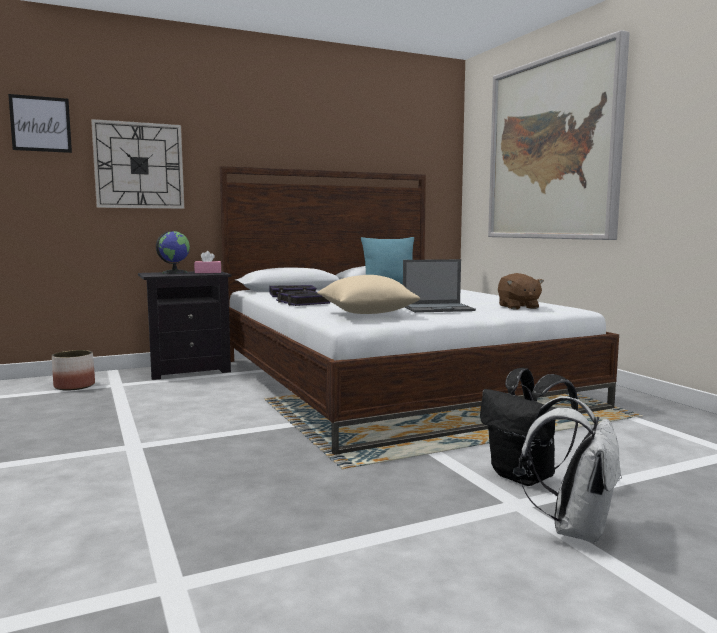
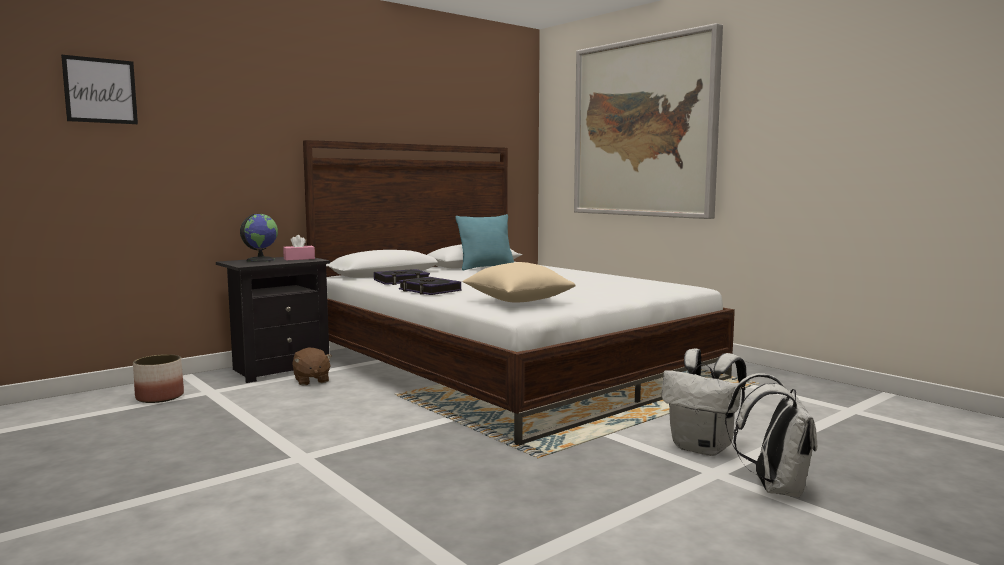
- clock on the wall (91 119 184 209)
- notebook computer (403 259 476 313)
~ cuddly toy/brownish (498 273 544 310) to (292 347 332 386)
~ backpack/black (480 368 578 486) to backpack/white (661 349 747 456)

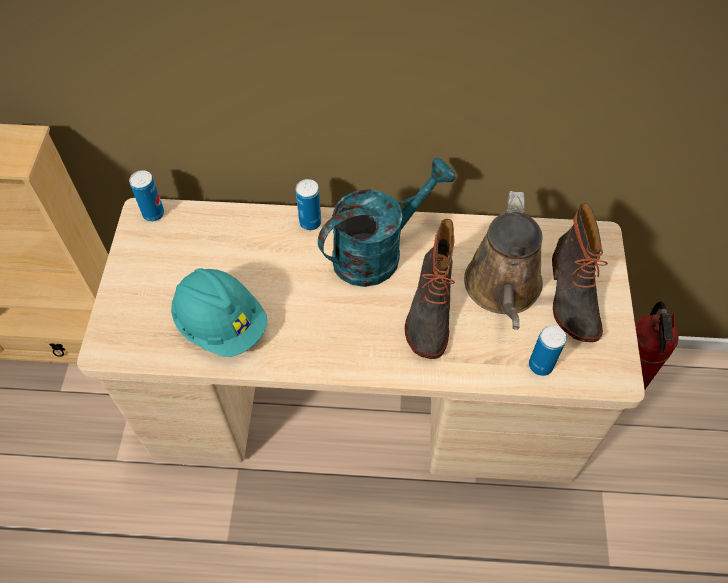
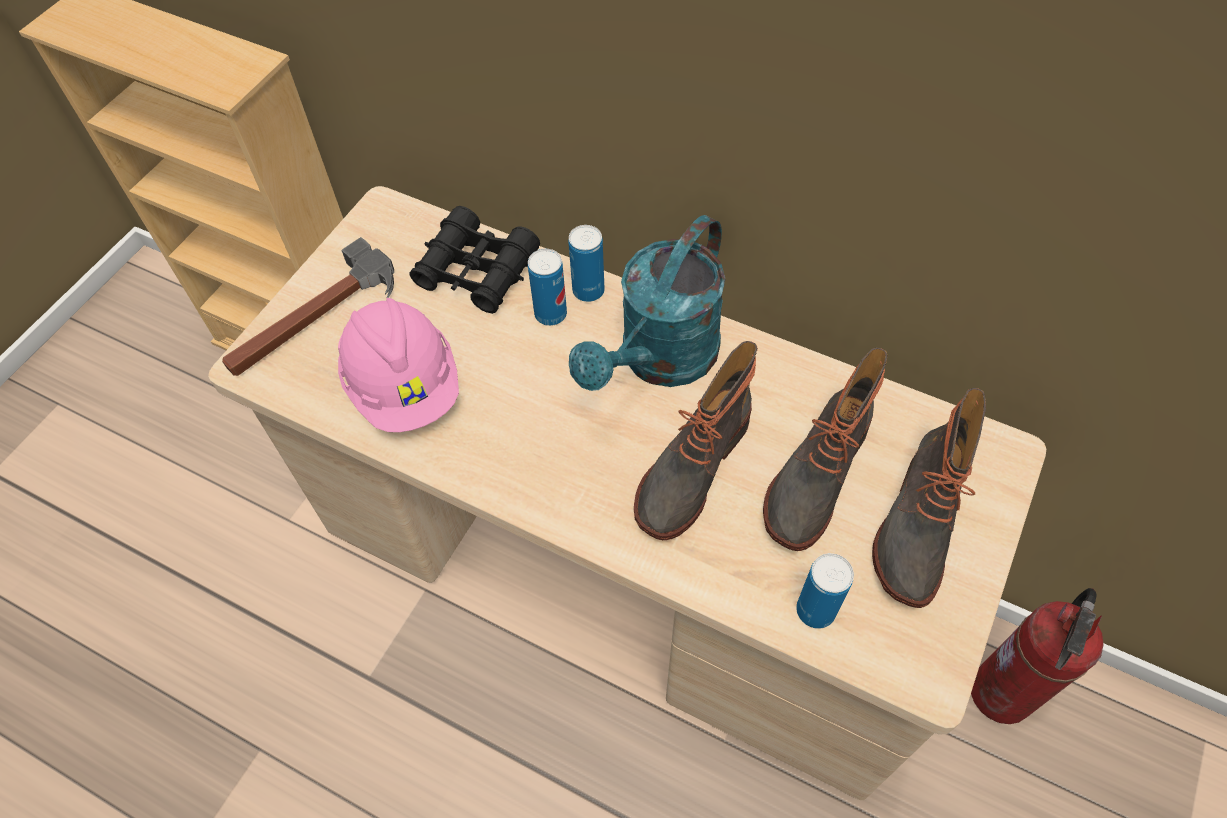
+ tool hammer (222 237 394 376)
+ pair of binoculars/black (410 206 540 314)
~ sealed can (129 170 164 222) to (528 249 567 326)
~ watering pot/brownish (464 191 543 330) to boot (763 348 888 551)
~ work helmet/turquoise (171 269 267 357) to work helmet/pinkish (338 298 459 432)
~ watering pot/turquoise (318 158 456 287) = (569 215 726 391) 135 degrees clockwise

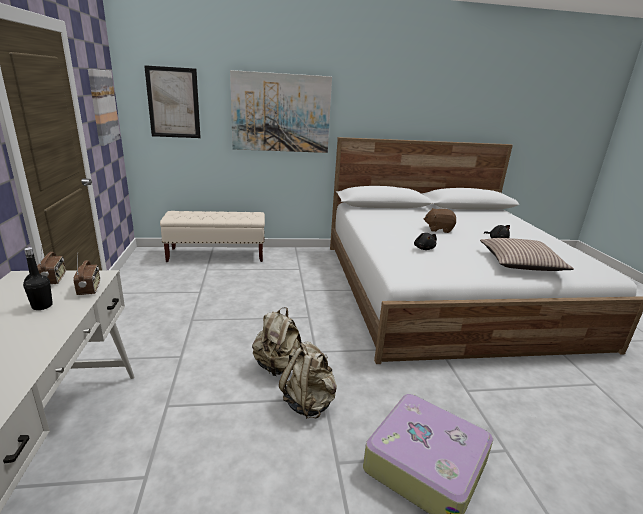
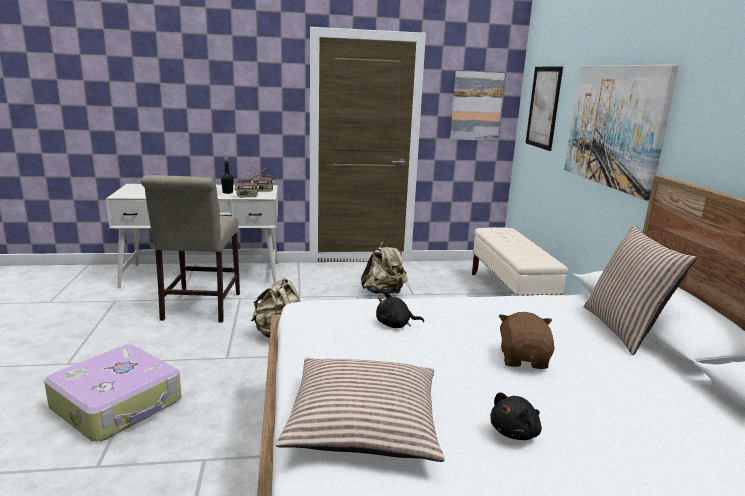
+ chair/beige-coloured (141 175 240 323)
+ throw pillow (584 224 697 355)
~ backpack/beige-coloured (279 342 337 419) to (361 241 408 294)

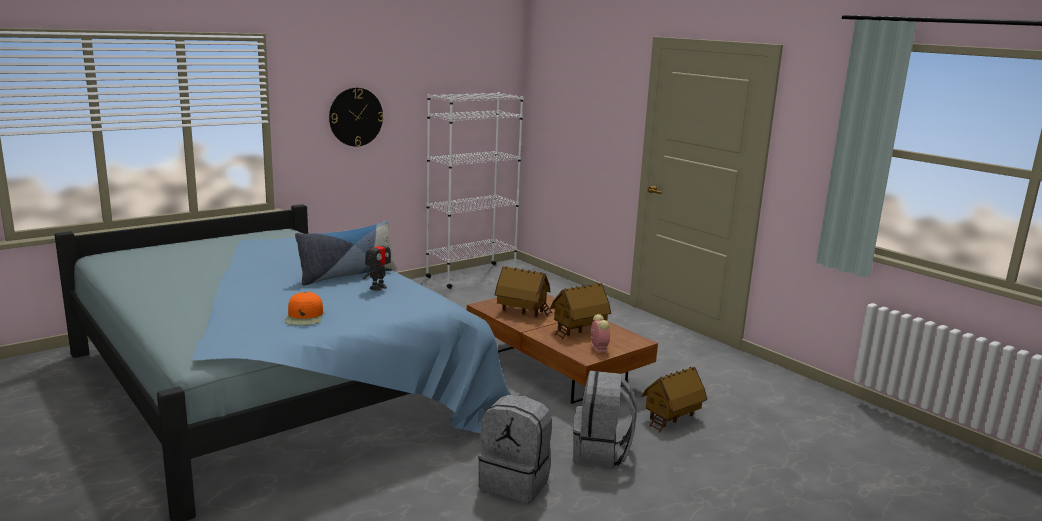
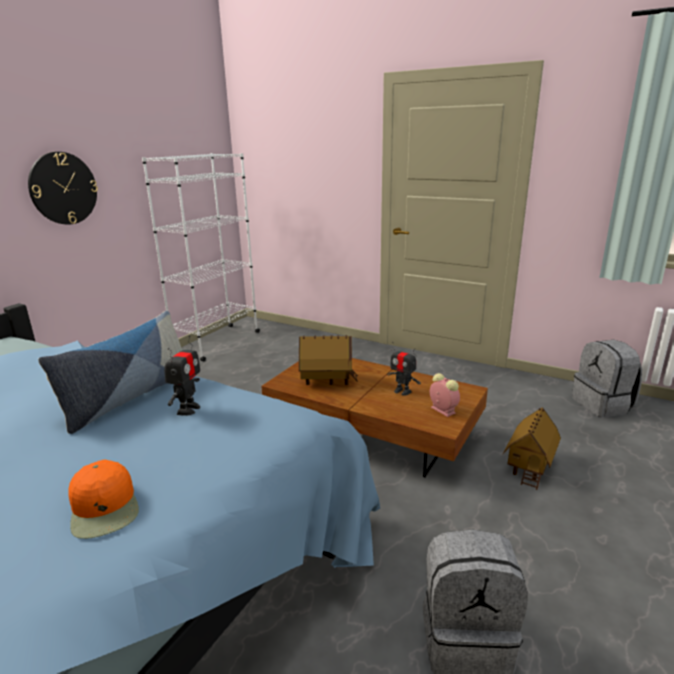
~ backpack/gray (573 371 637 468) to (572 340 642 417)
~ toy house (550 283 611 340) to toy robot (387 341 421 396)

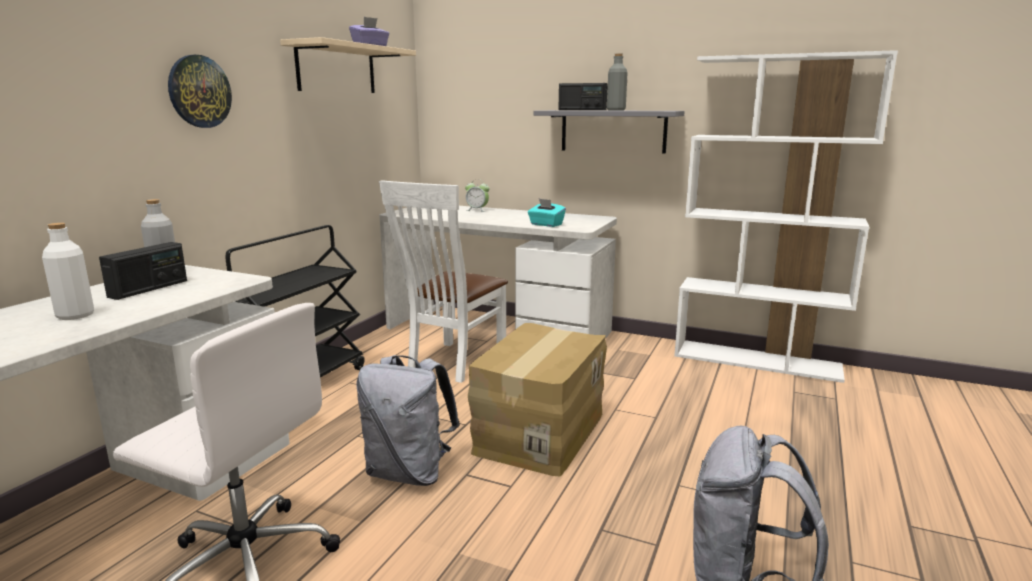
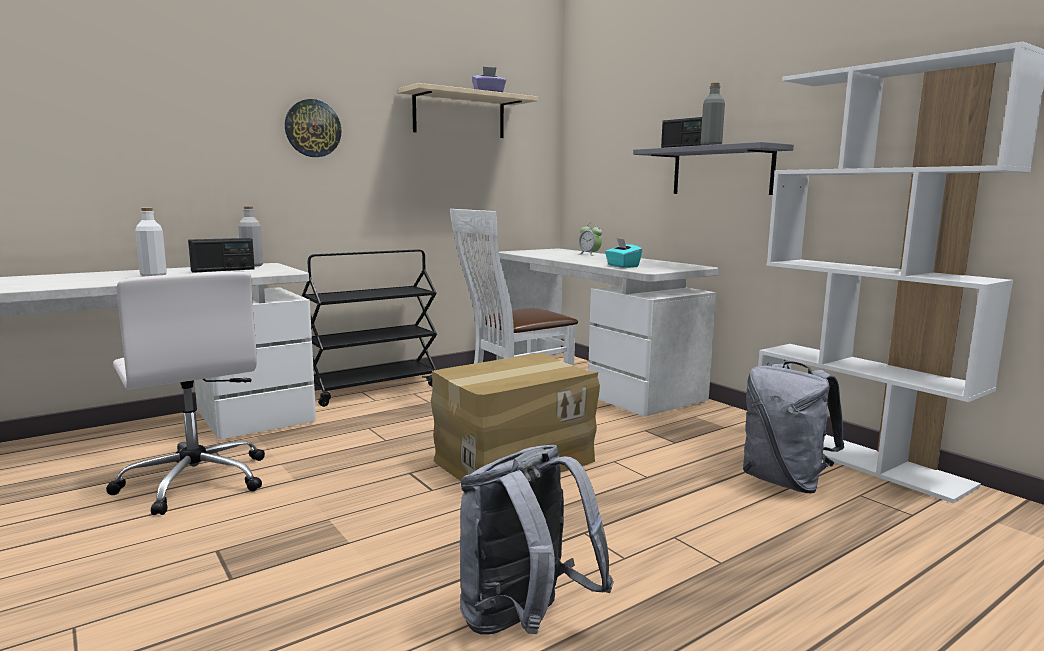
~ backpack/gray (356 355 460 486) to (743 362 844 493)

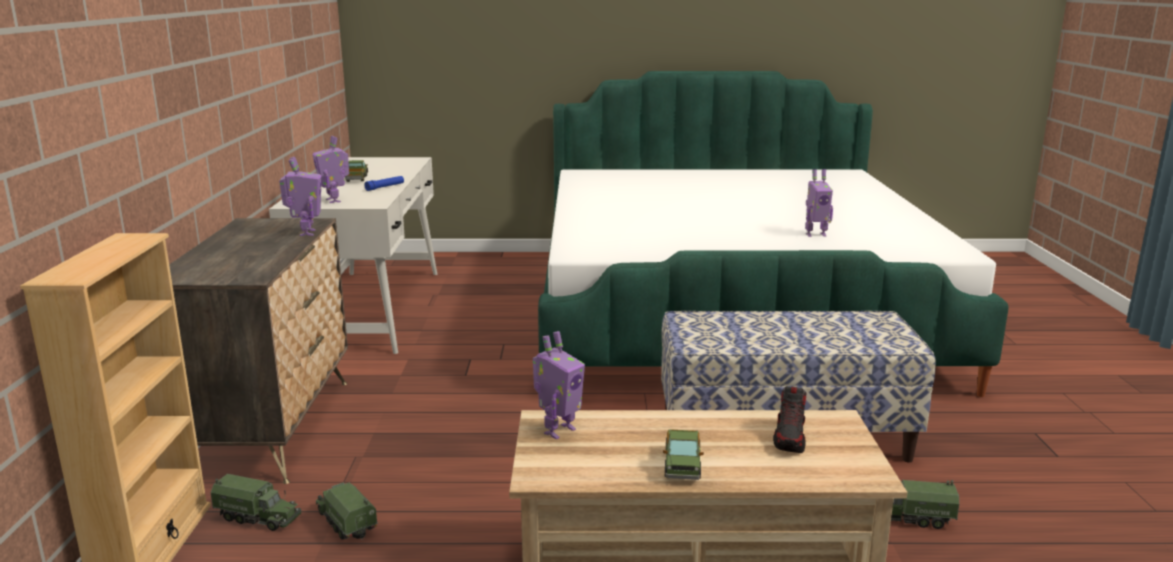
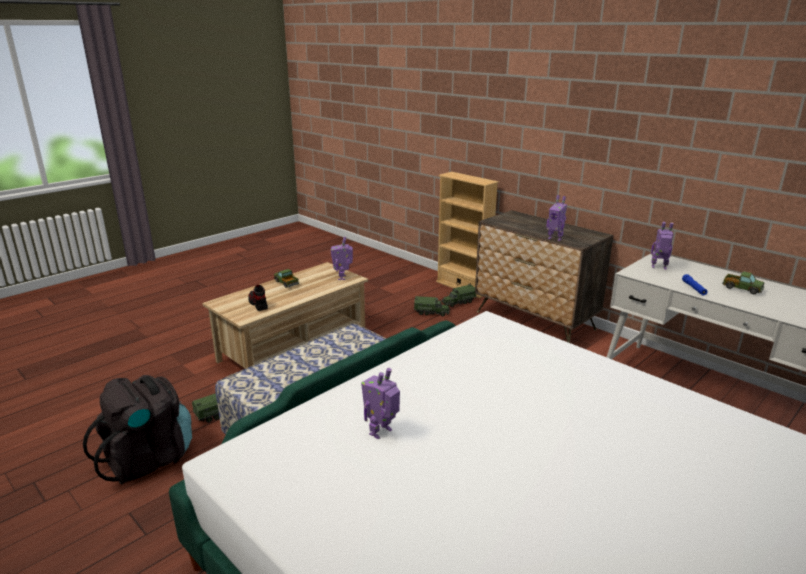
+ backpack/black (83 375 192 485)

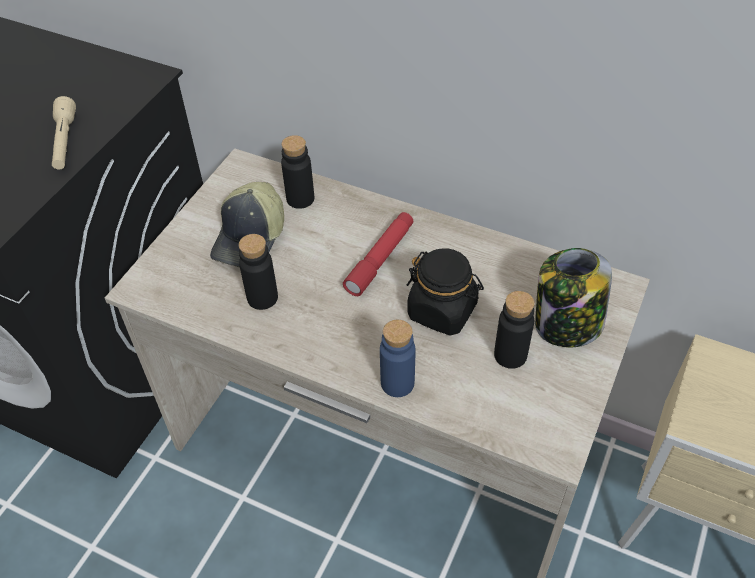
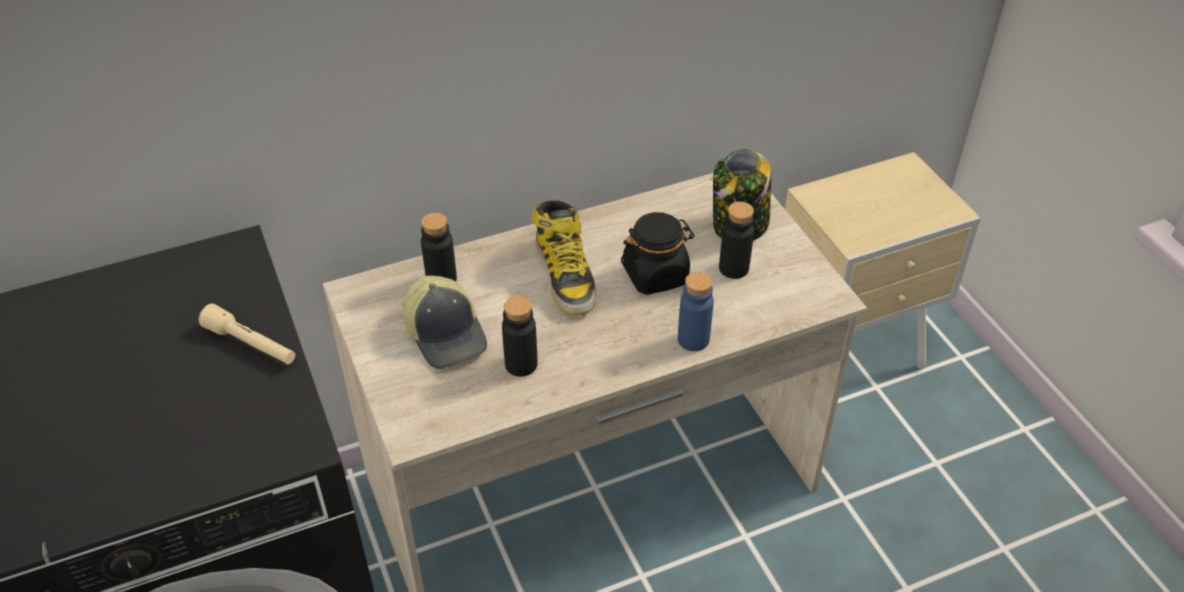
~ torch/red (343 212 413 296) to boot (532 200 596 316)

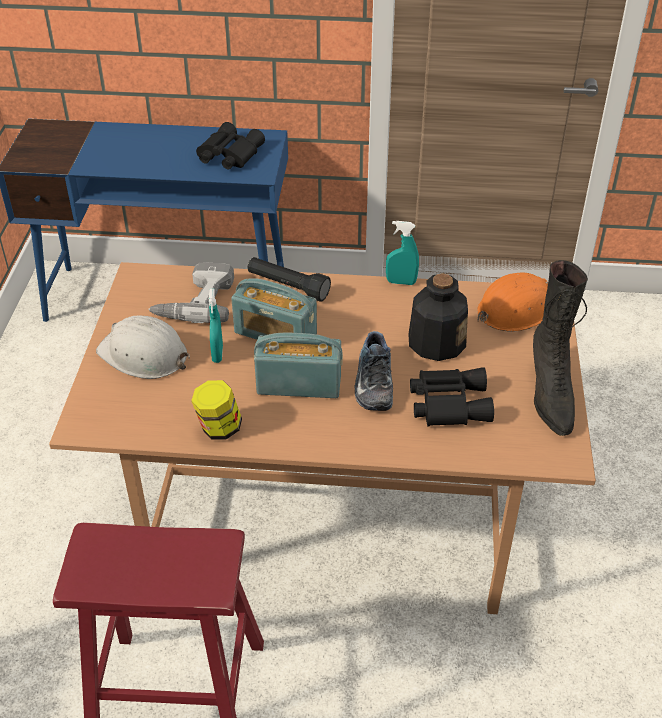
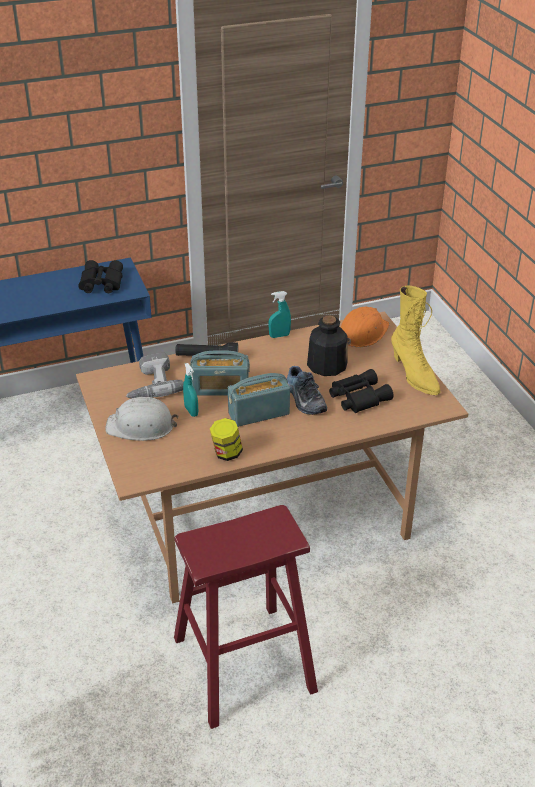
~ boot/black (533 260 588 436) to boot/yellow (391 286 441 395)

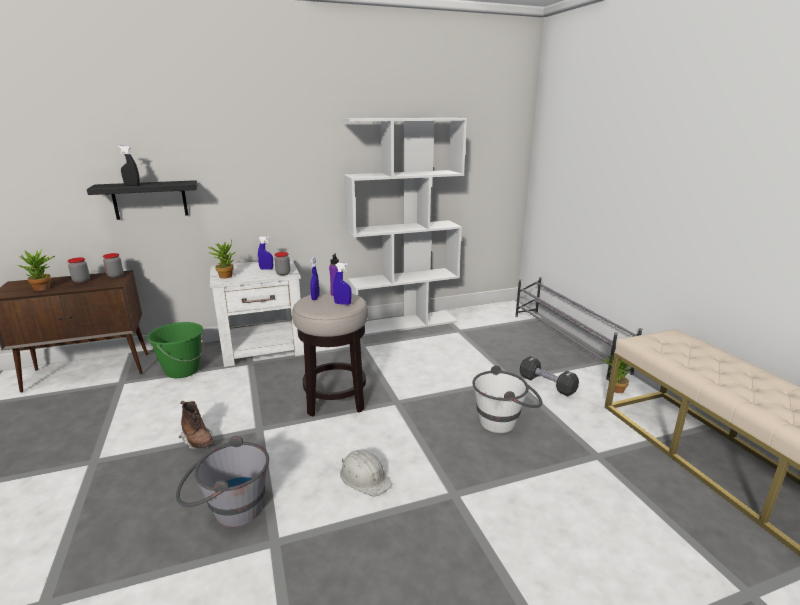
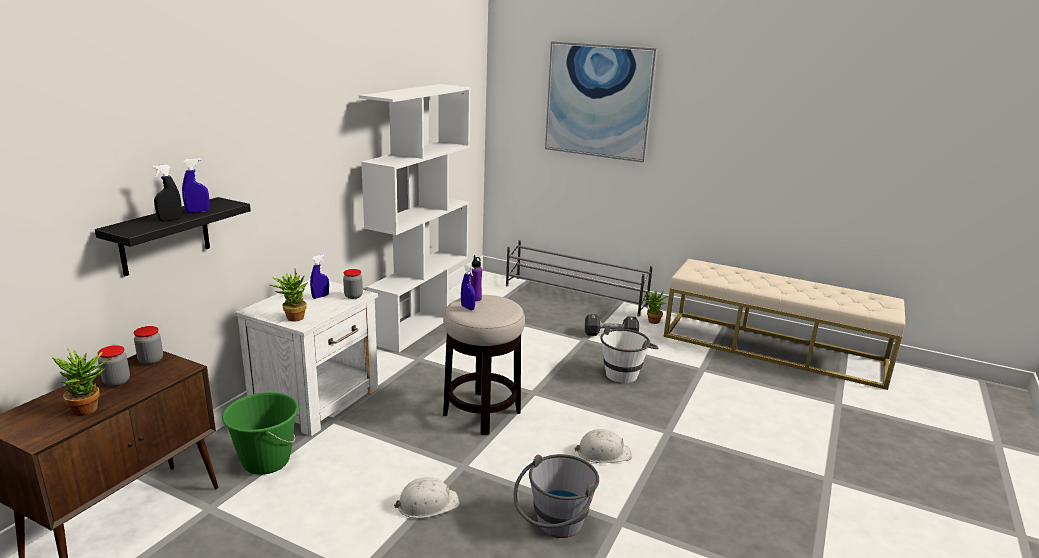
+ picture (545 41 658 163)
~ hand sprayer/bluish (333 263 351 305) to (182 158 210 213)
~ boot/brownish (179 401 214 449) to work helmet/white (394 477 460 518)

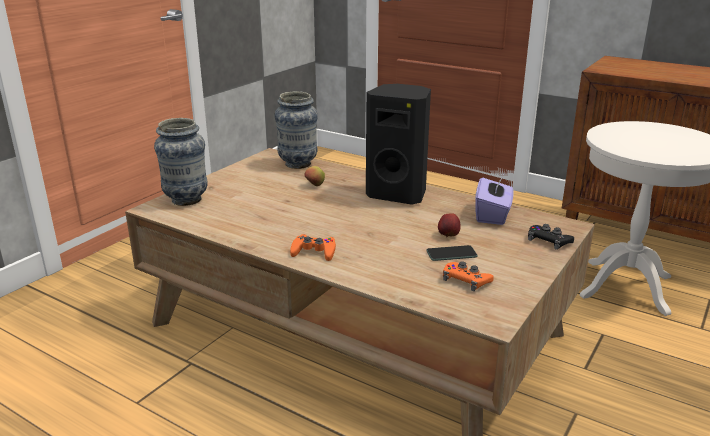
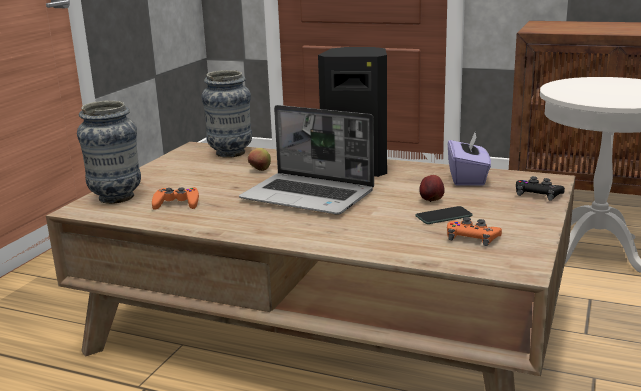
+ notebook computer (239 105 374 214)
~ gamepad/orange-coloured (290 234 336 261) to (152 187 199 210)

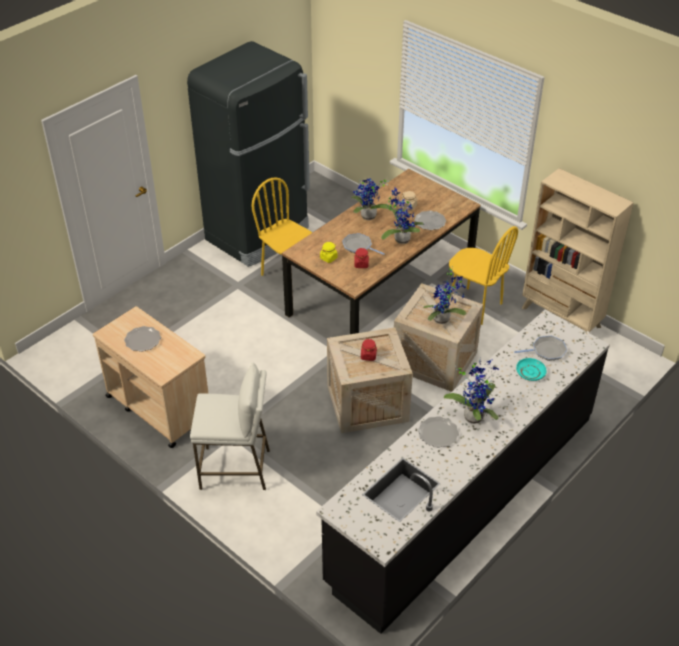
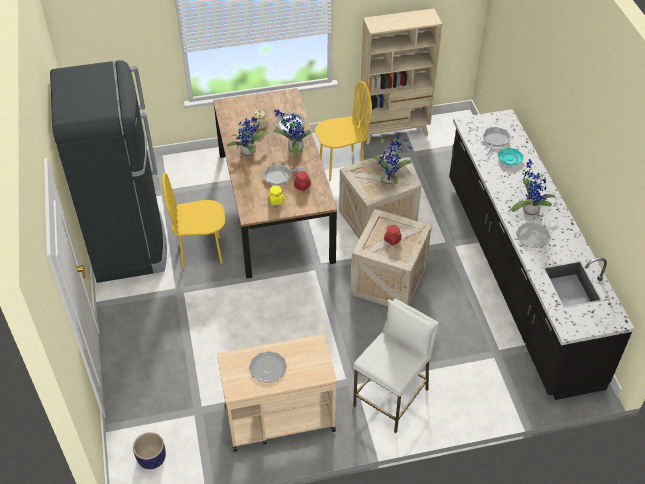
+ flower pot (133 432 166 469)

